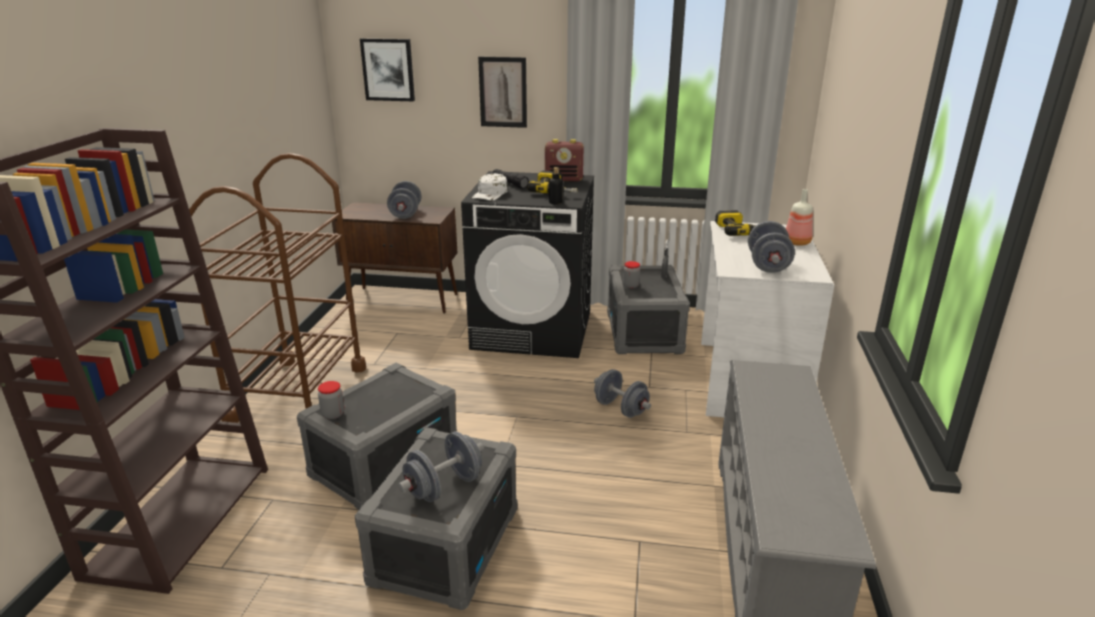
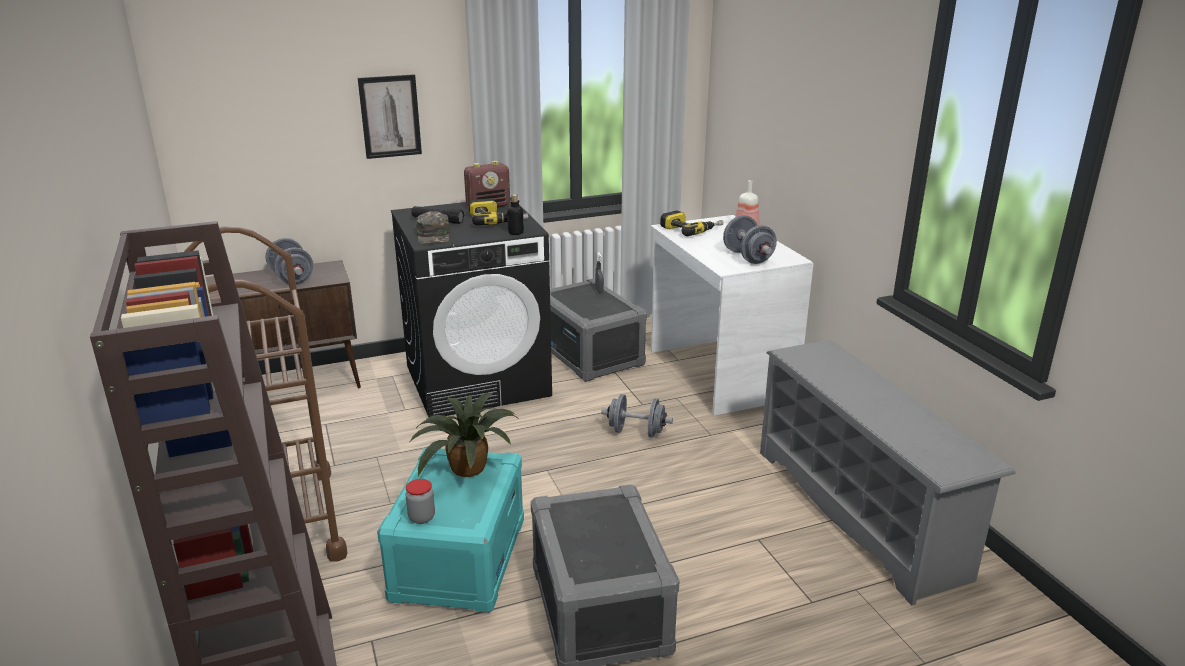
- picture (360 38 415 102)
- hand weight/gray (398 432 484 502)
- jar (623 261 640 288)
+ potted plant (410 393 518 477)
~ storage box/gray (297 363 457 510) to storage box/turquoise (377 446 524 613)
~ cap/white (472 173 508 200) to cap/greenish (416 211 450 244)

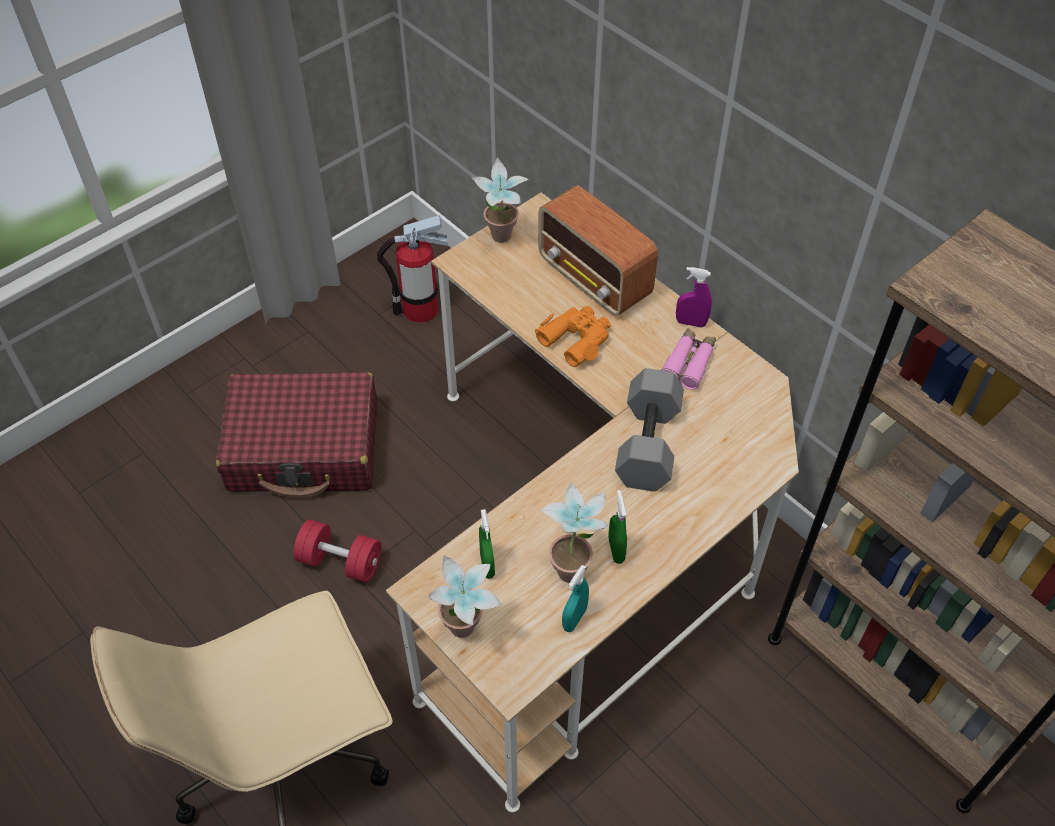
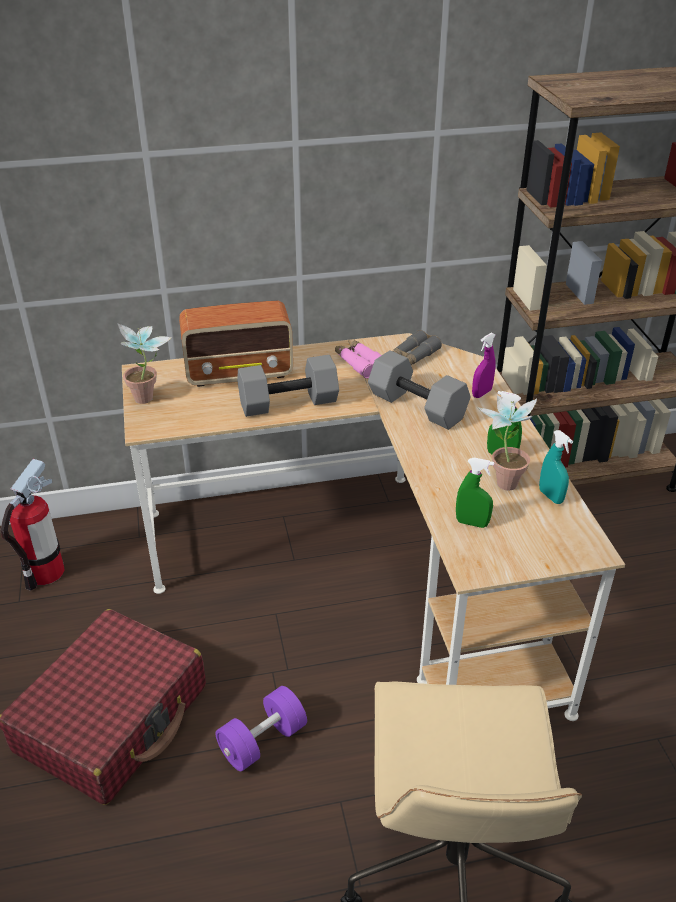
- potted plant (428 555 502 638)
+ pair of binoculars/gray (393 330 442 365)
~ hand sprayer/purplish (676 267 712 328) to (472 333 495 398)
~ pair of binoculars/orange-coloured (535 306 611 367) to hand weight/gray (237 355 339 417)
~ hand weight/red (293 519 382 583) to hand weight/purplish (216 686 307 771)

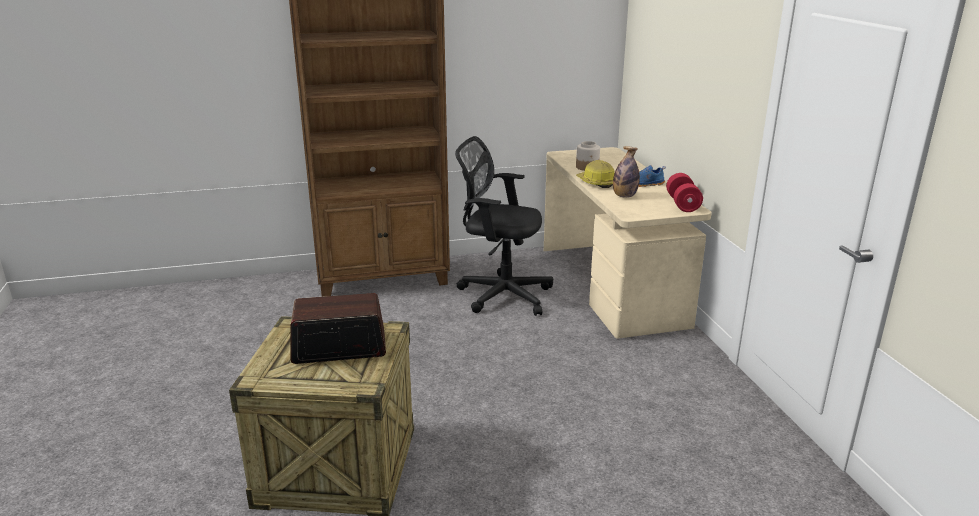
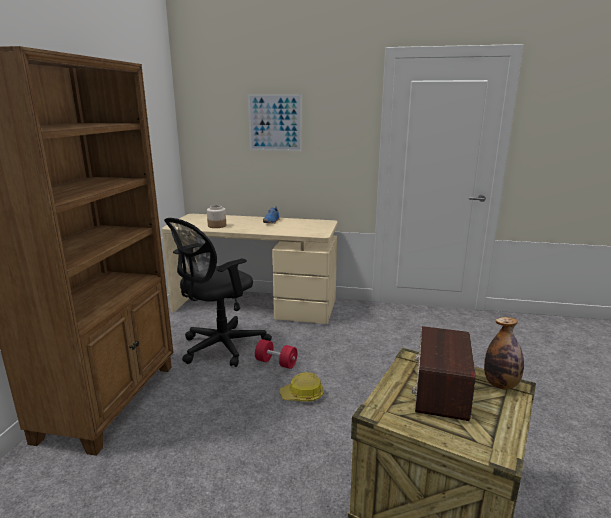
+ picture (248 94 302 151)
~ work helmet (576 160 615 188) to (280 372 324 402)
~ bottle (613 146 640 198) to (484 317 524 390)
~ hand weight/red (666 173 703 212) to (255 339 298 369)

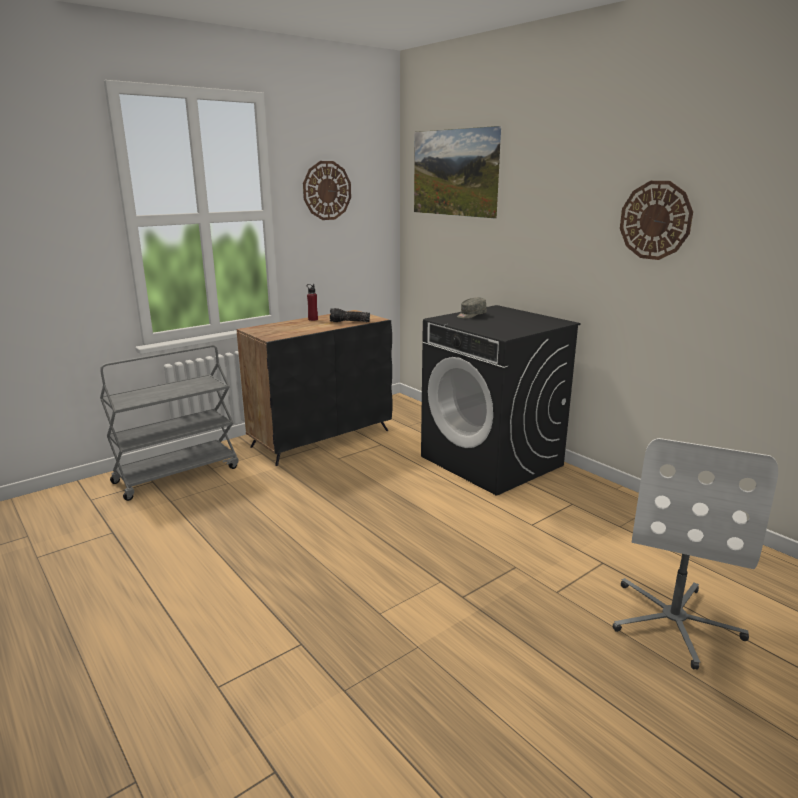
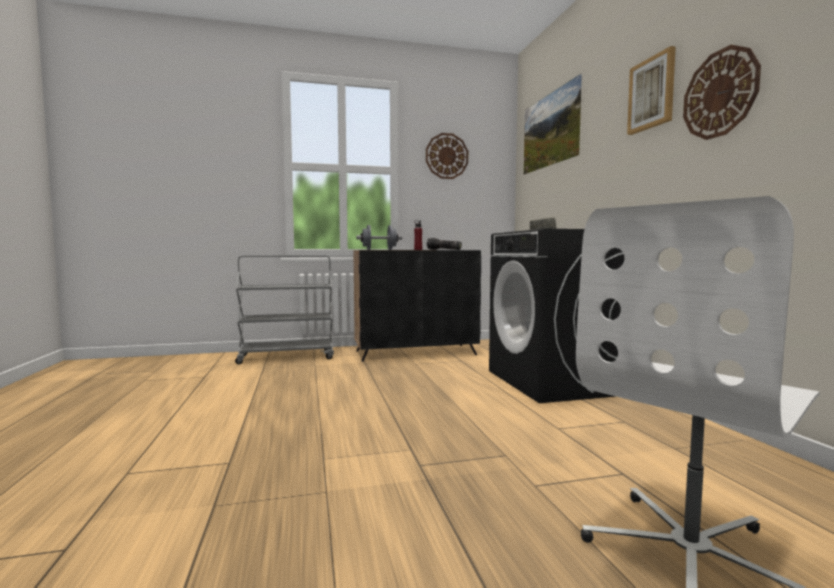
+ hand weight/gray (356 225 402 250)
+ picture (627 46 676 135)

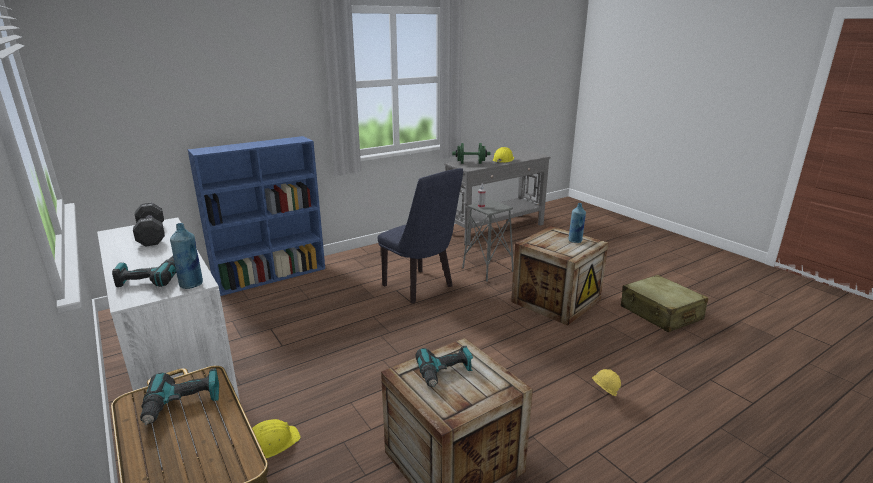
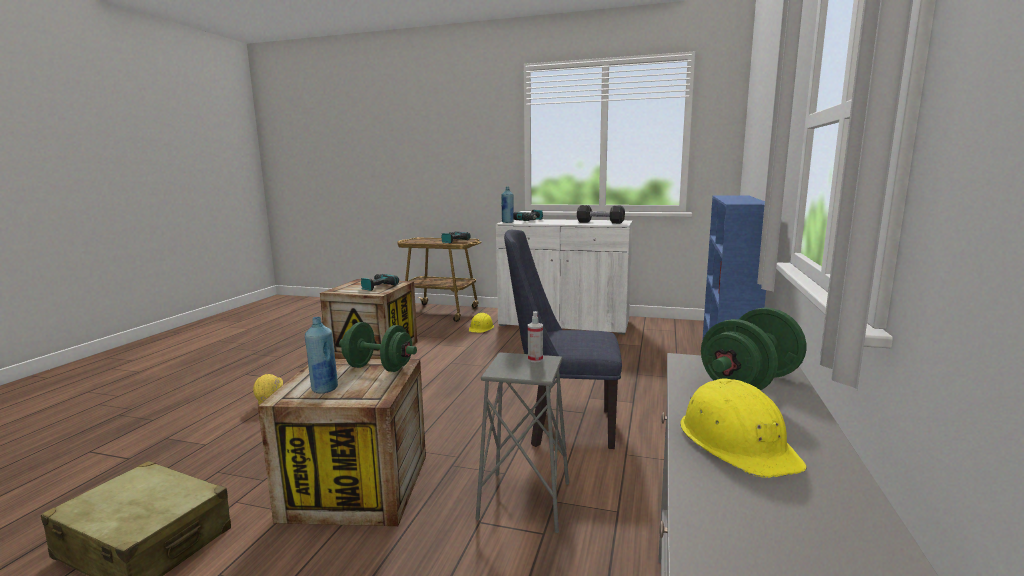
+ hand weight/greenish (339 322 417 372)

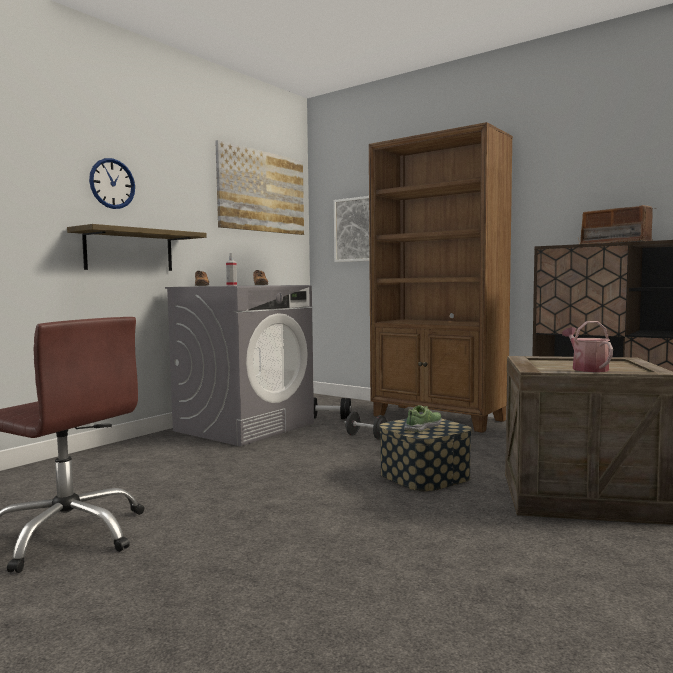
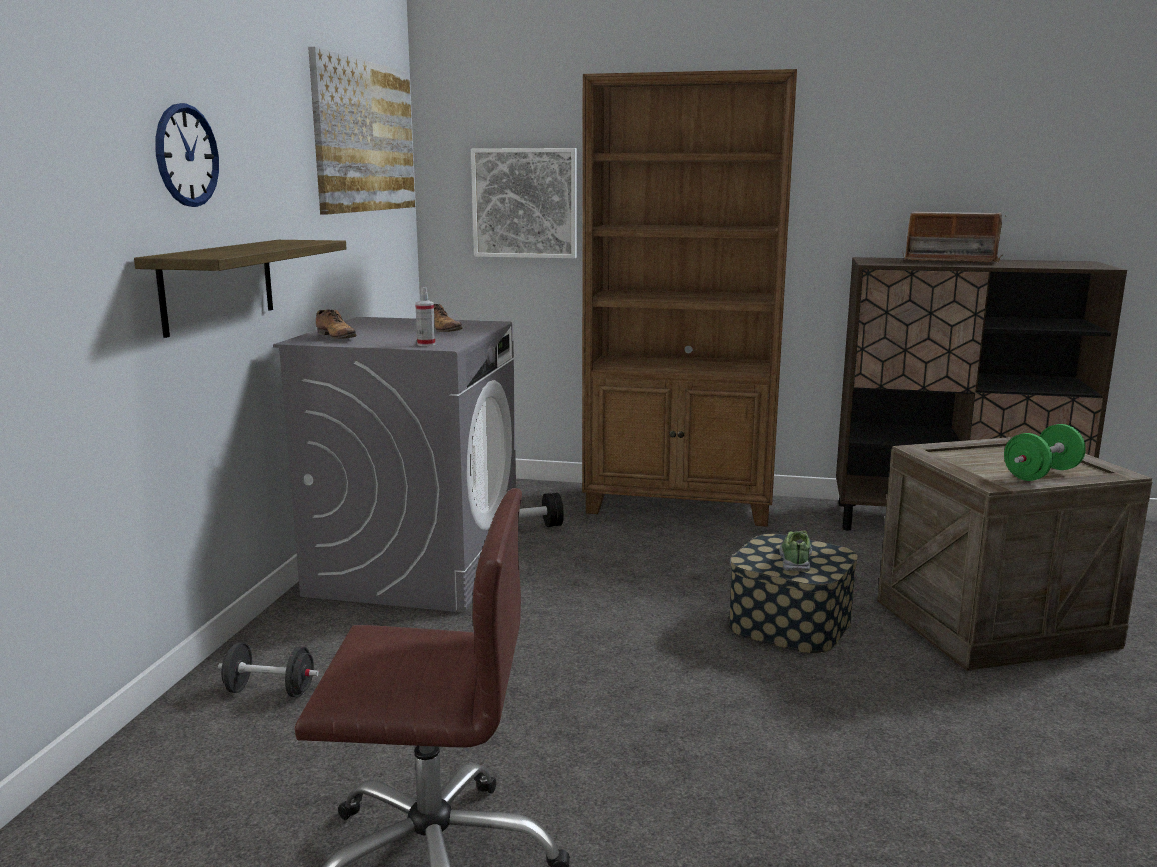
~ hand weight/black (344 412 387 440) to (218 642 319 698)
~ watering pot (562 321 613 372) to hand weight/greenish (1004 424 1086 481)

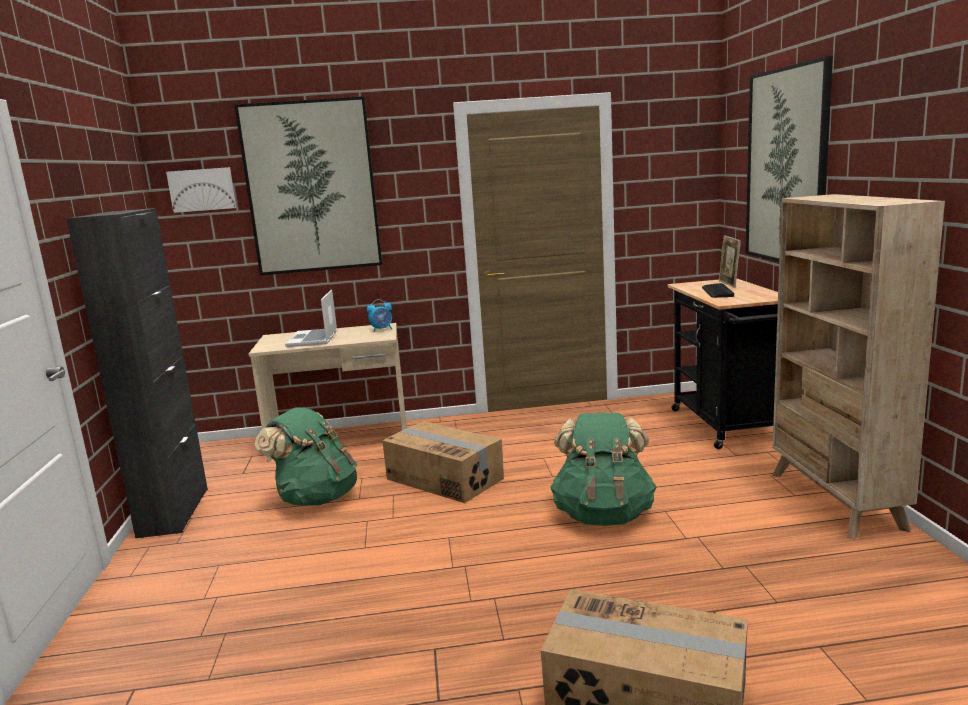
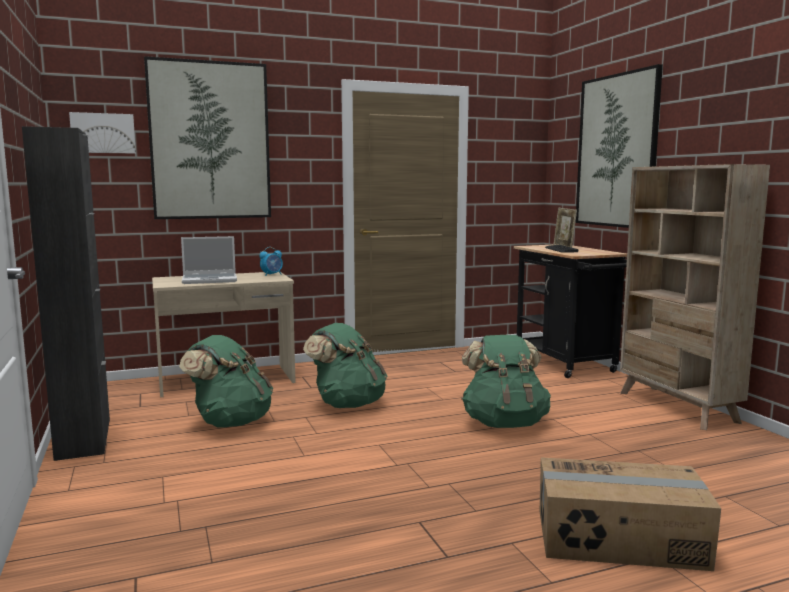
~ carton (382 421 504 503) to backpack/greenish (303 323 387 408)
~ notebook computer (285 290 337 347) = (181 236 237 284) 90 degrees counterclockwise

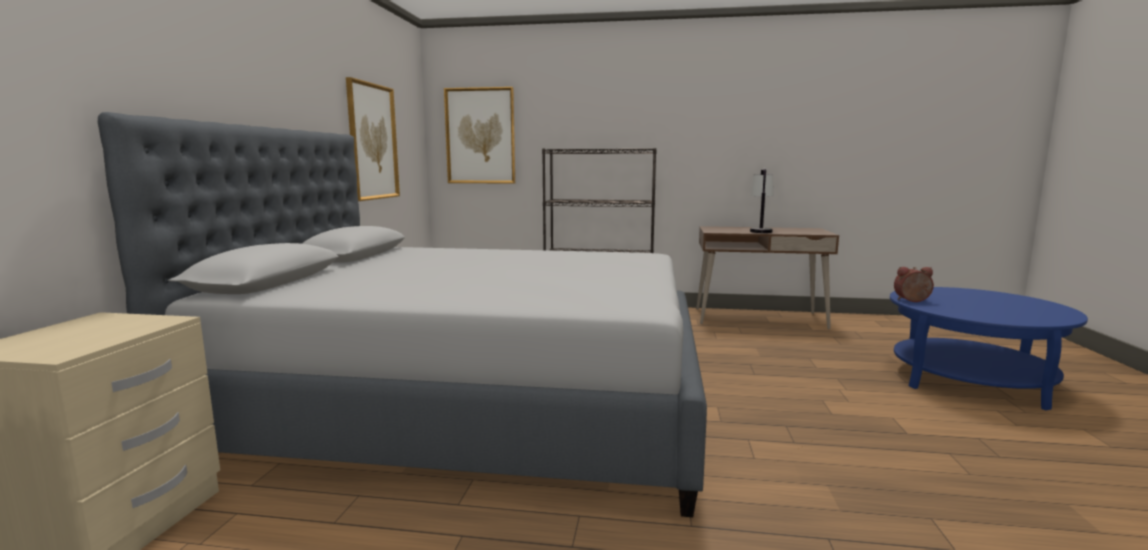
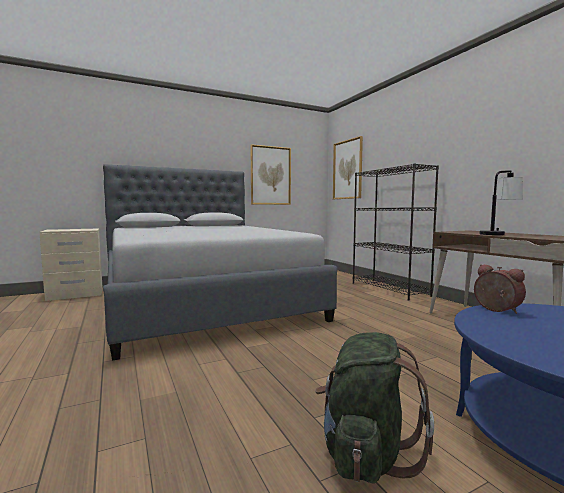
+ backpack/greenish (315 332 434 484)

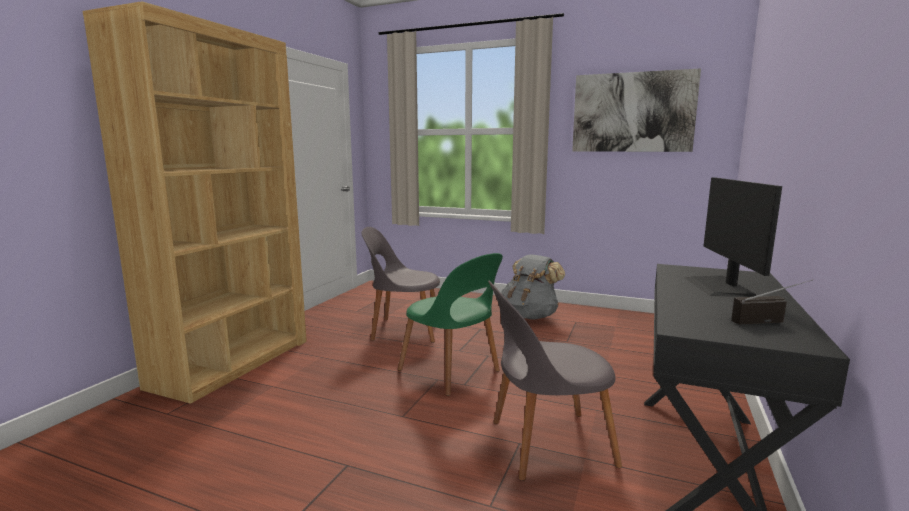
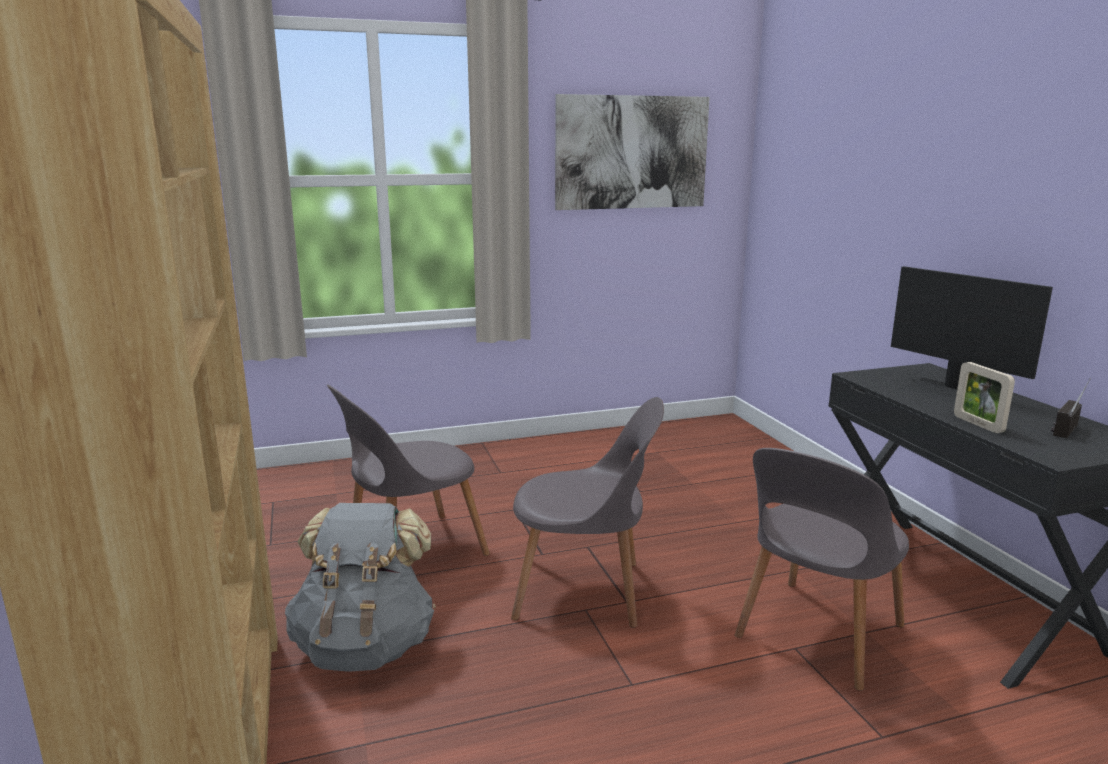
+ picture frame (954 362 1015 433)
~ backpack/gray (501 254 565 320) to (285 503 436 672)
~ chair/greenish (398 253 503 396) to chair/gray (511 397 664 628)

